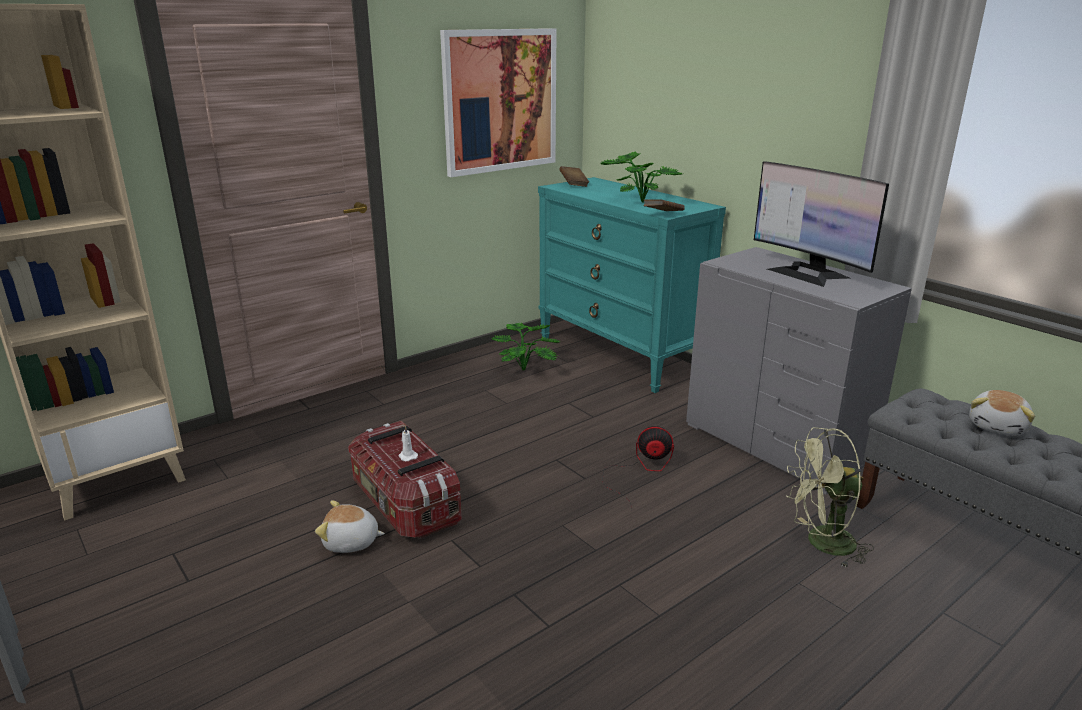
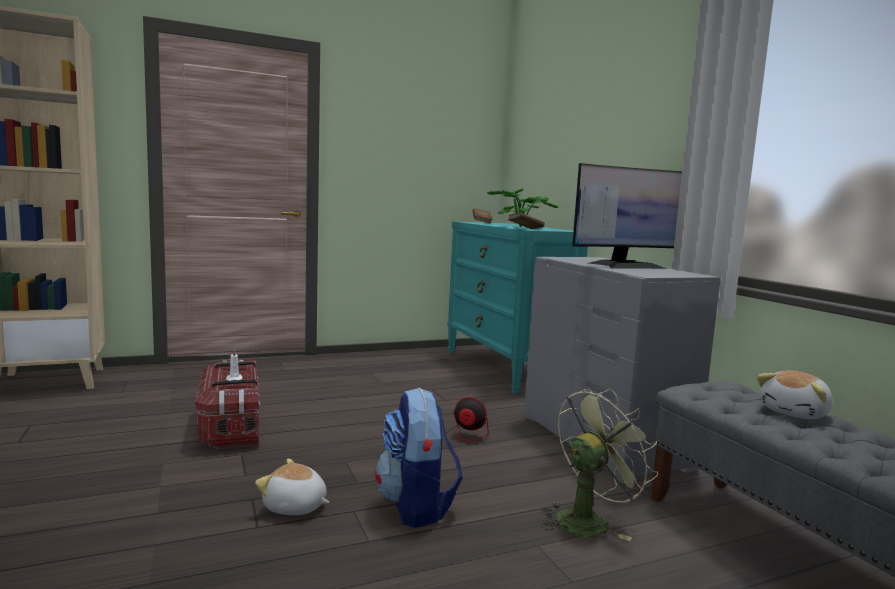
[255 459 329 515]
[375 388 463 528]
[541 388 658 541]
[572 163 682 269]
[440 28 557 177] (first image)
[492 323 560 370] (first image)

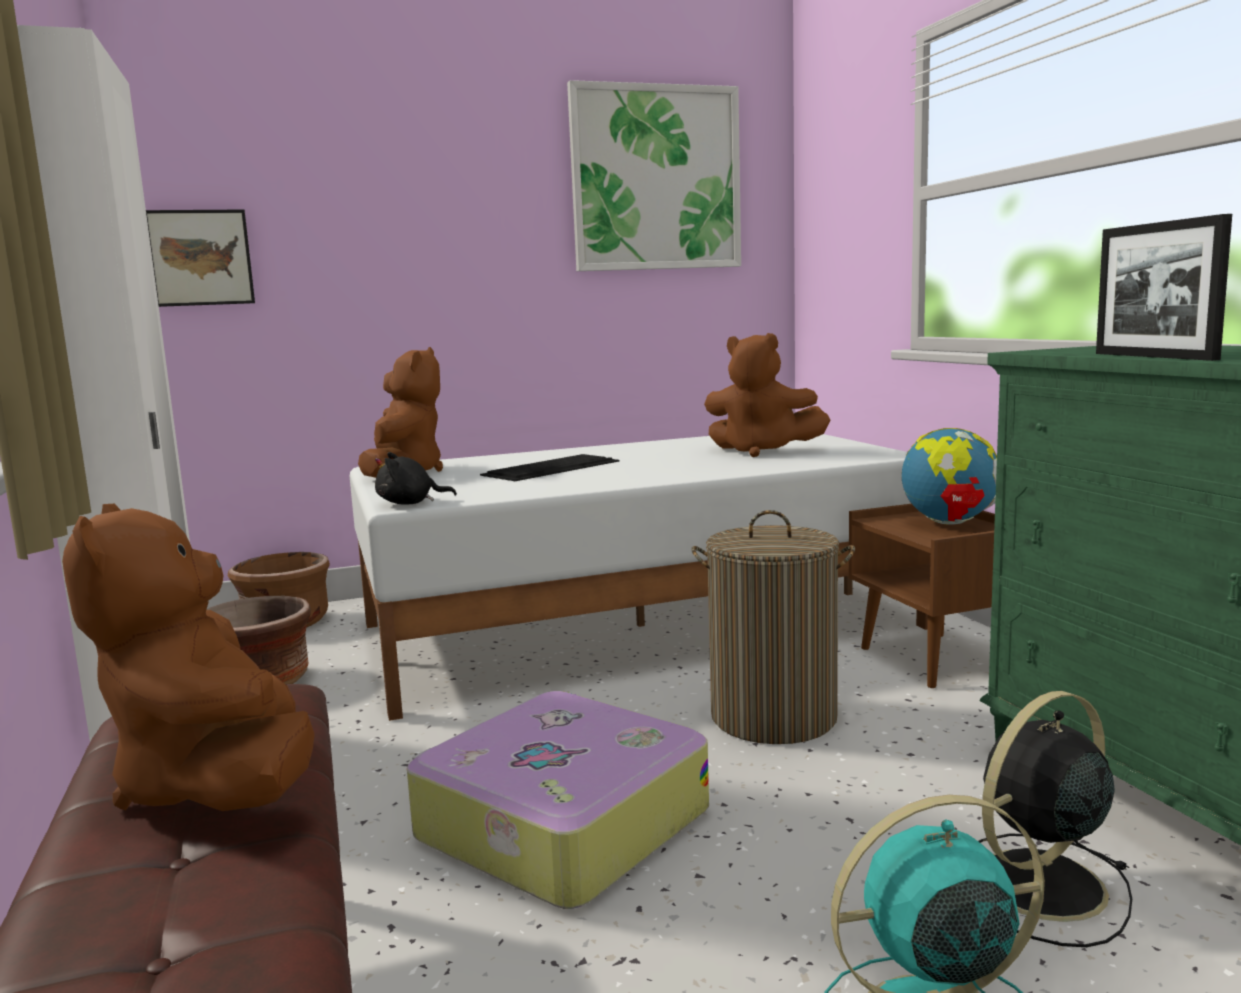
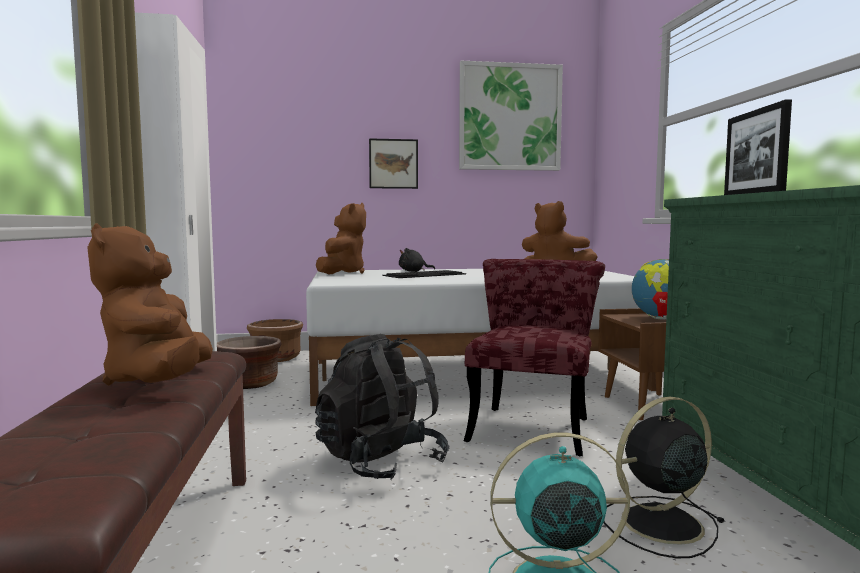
[315 334 450 480]
[369 138 418 189]
[399 248 435 272]
[464 259 605 456]

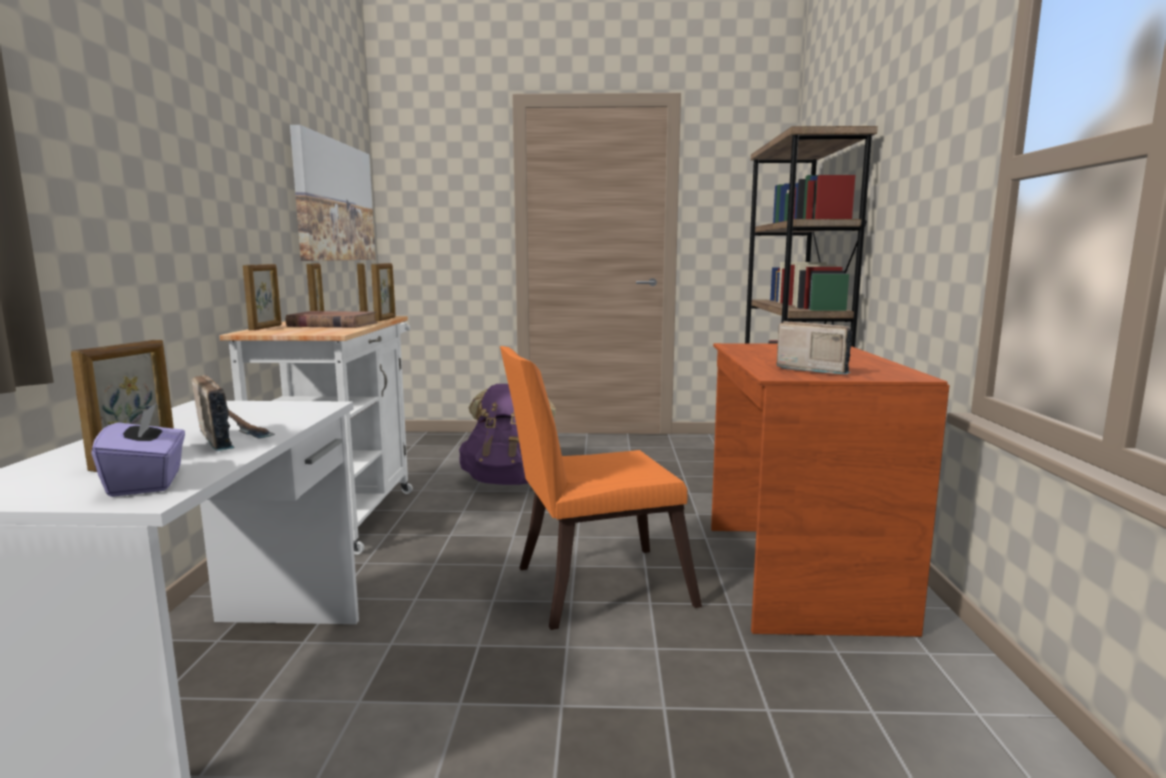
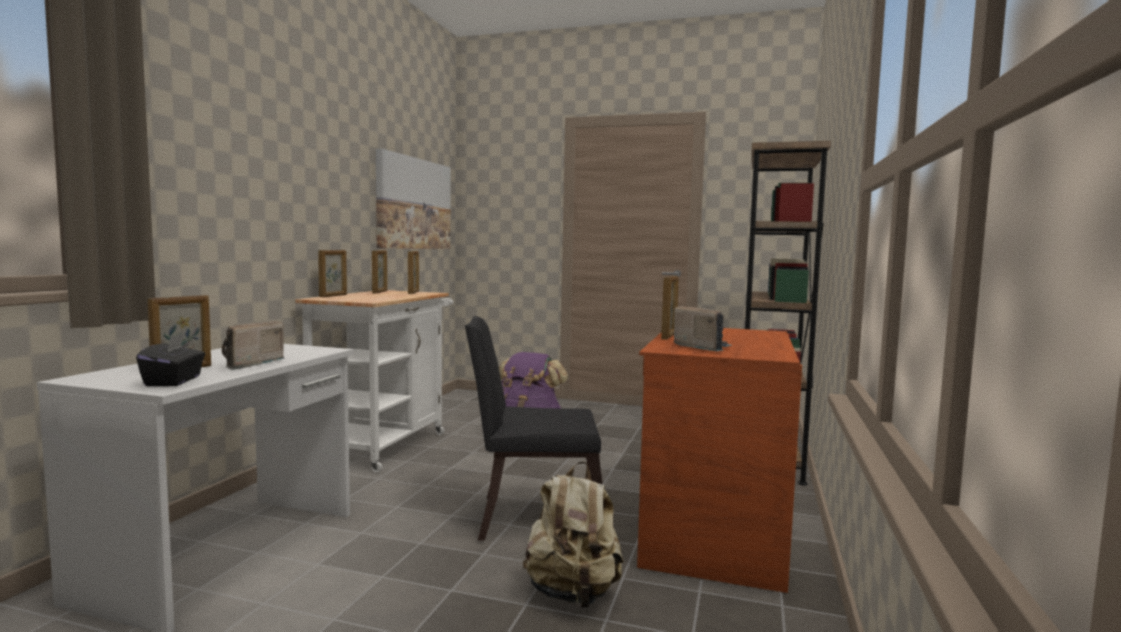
[136 333 205 386]
[222 321 284 369]
[465 316 602 541]
[523 461 624 608]
[661 276 678 340]
[285 311 378 328] (first image)

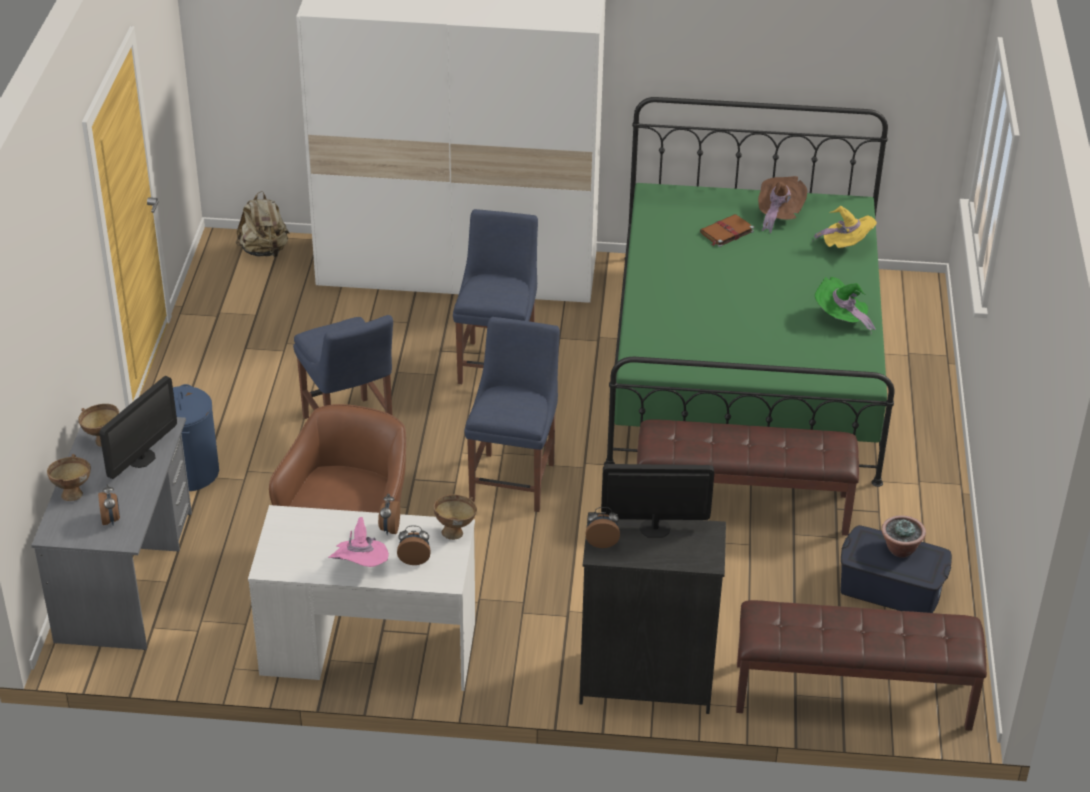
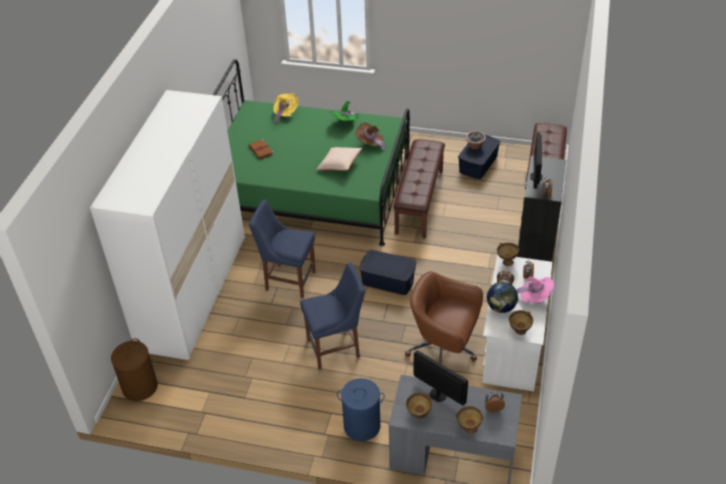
[111 338 158 401]
[316 147 362 171]
[355 123 387 151]
[360 250 416 295]
[487 282 518 313]
[509 310 533 335]

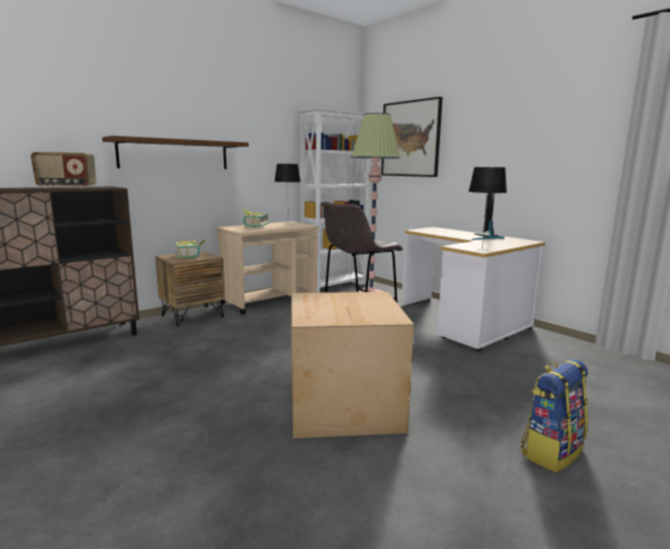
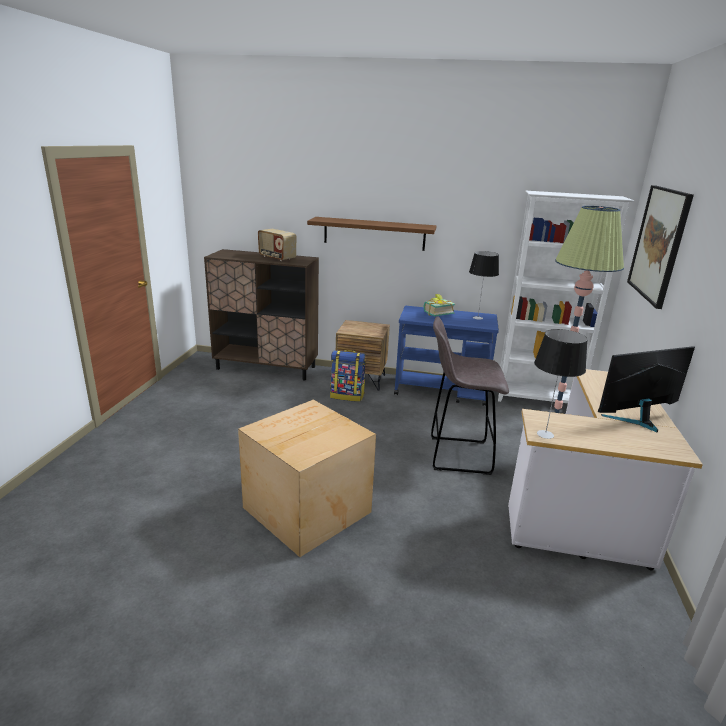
[330 350 366 402]
[394 306 499 406]
[175 240 206 259] (first image)

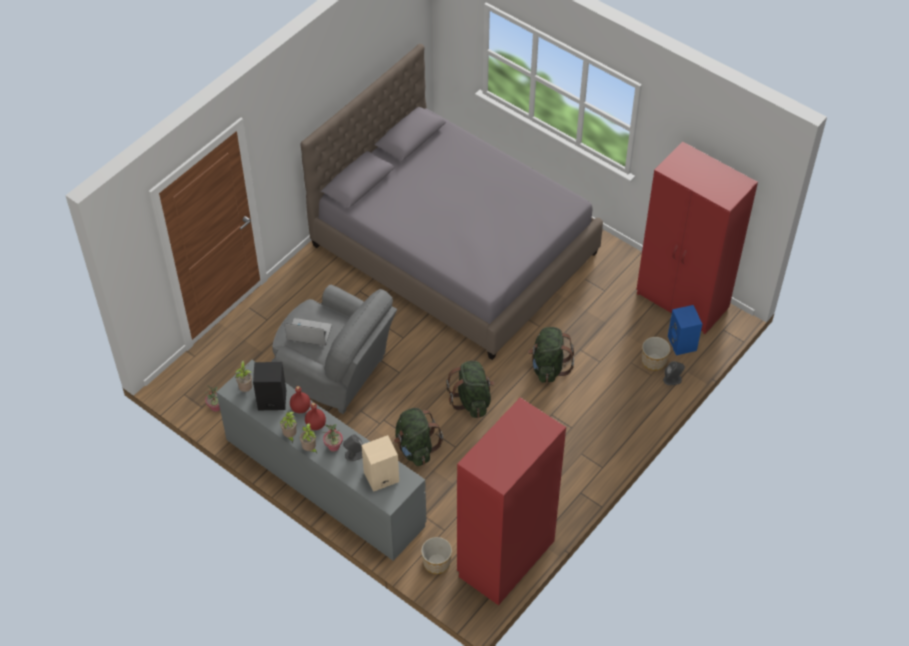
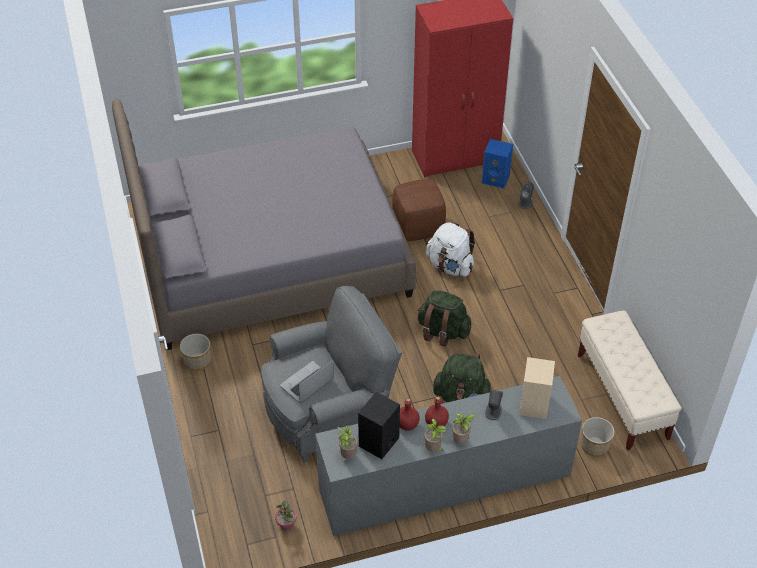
[180 334 211 371]
[393 179 446 241]
[426 222 475 277]
[578 311 682 450]
[323 424 343 452] (first image)

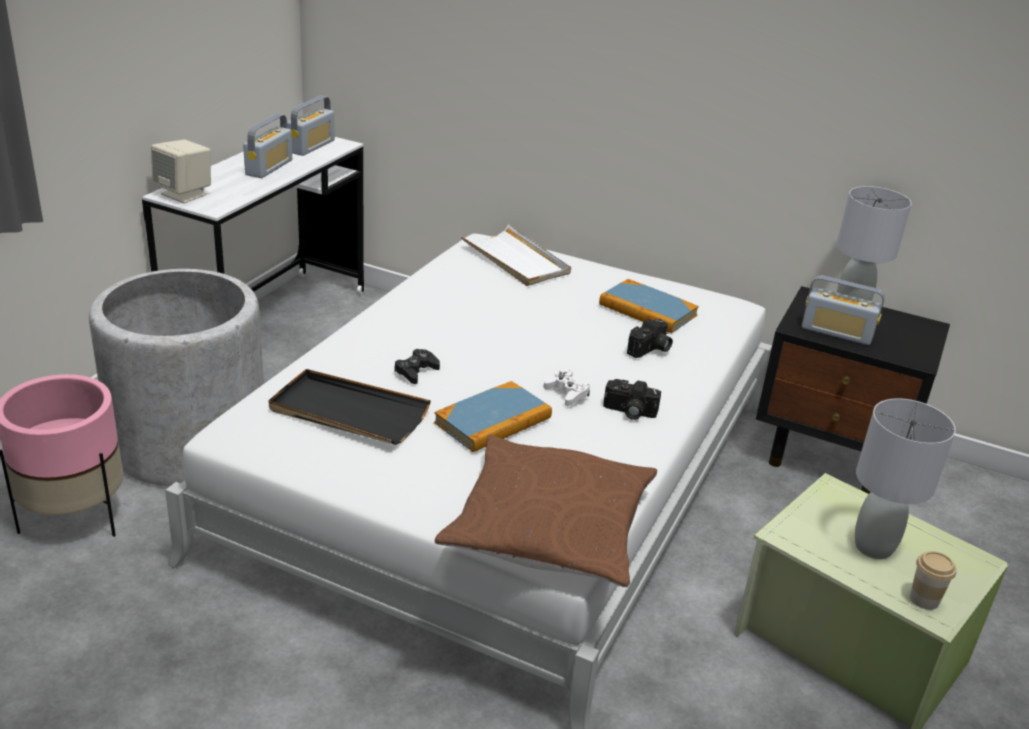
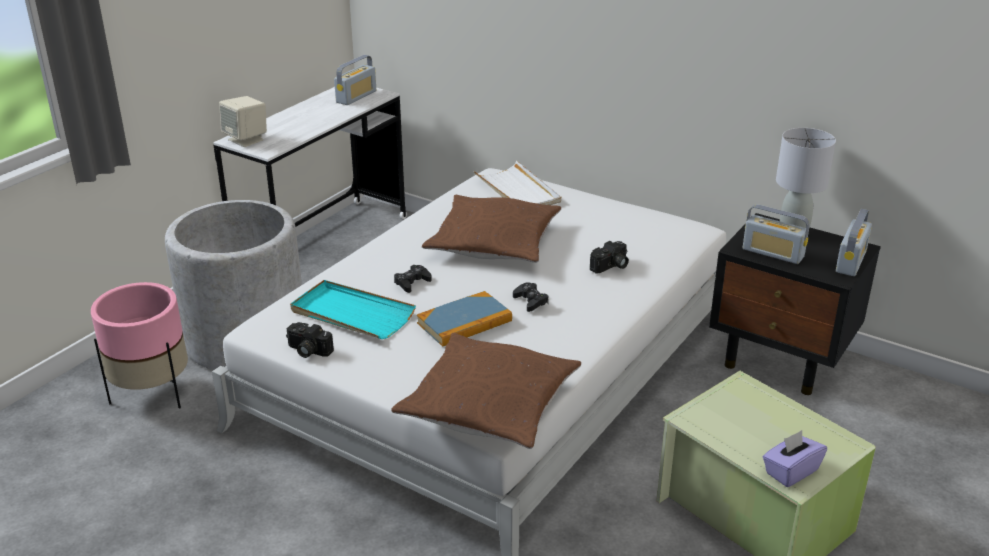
[286 322 334 358]
[290 280 416 339]
[422 195 561 263]
[513 282 549 312]
[763 430 827 487]
[836 209 872 276]
[599 279 699 334] (first image)
[855 398 956 559] (first image)

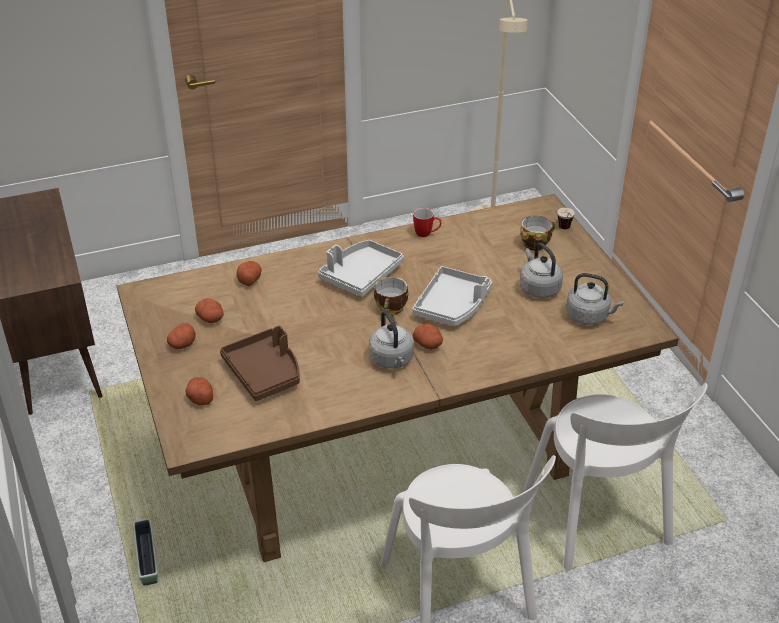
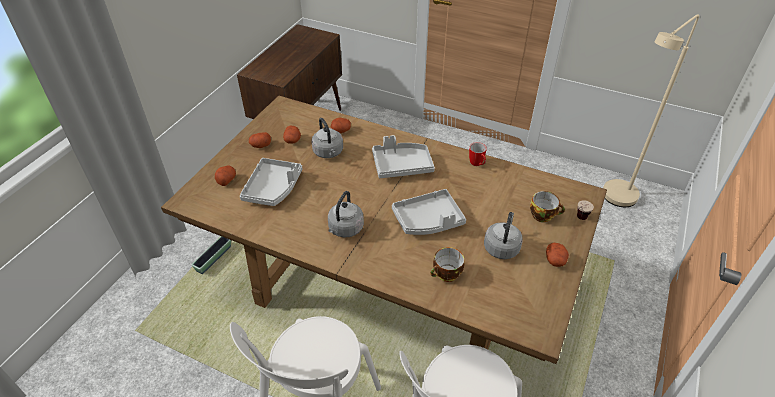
[240 158 302 206]
[311 118 343 158]
[430 247 464 282]
[546 243 569 267]

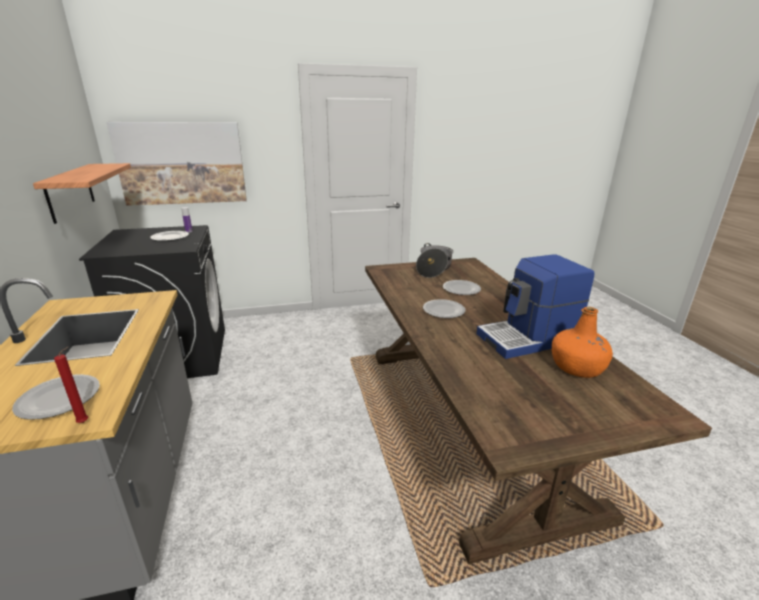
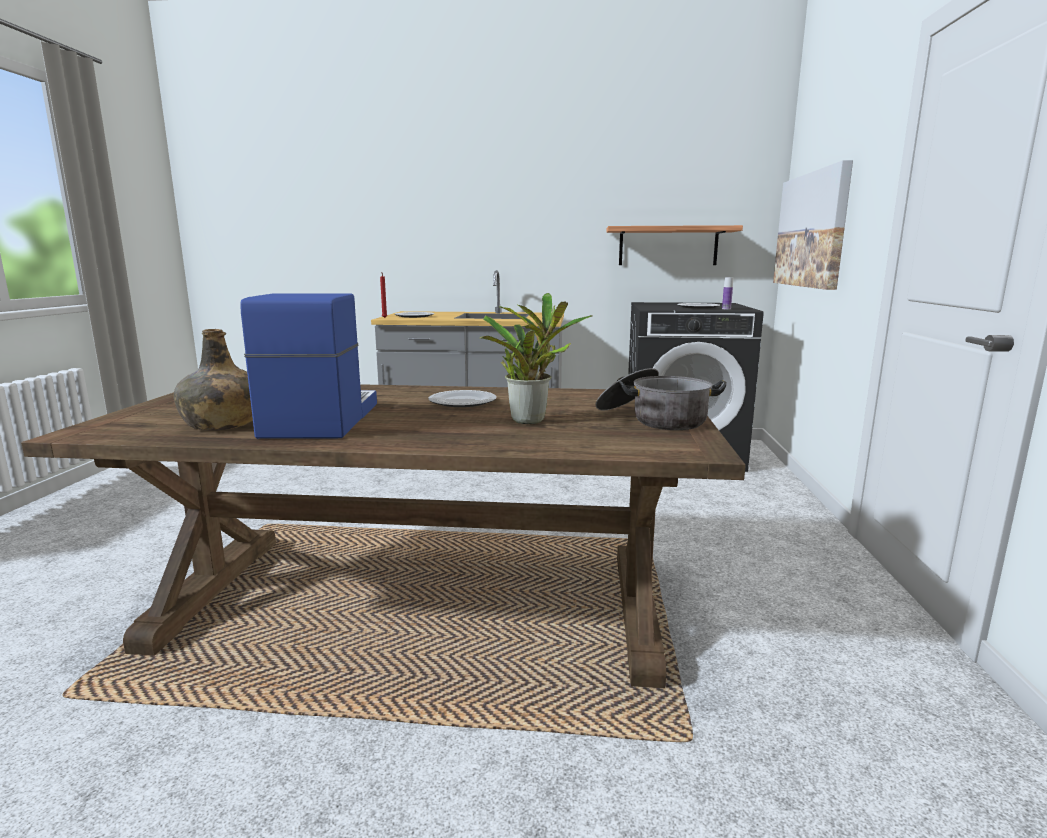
[174 329 253 431]
[480 293 593 424]

